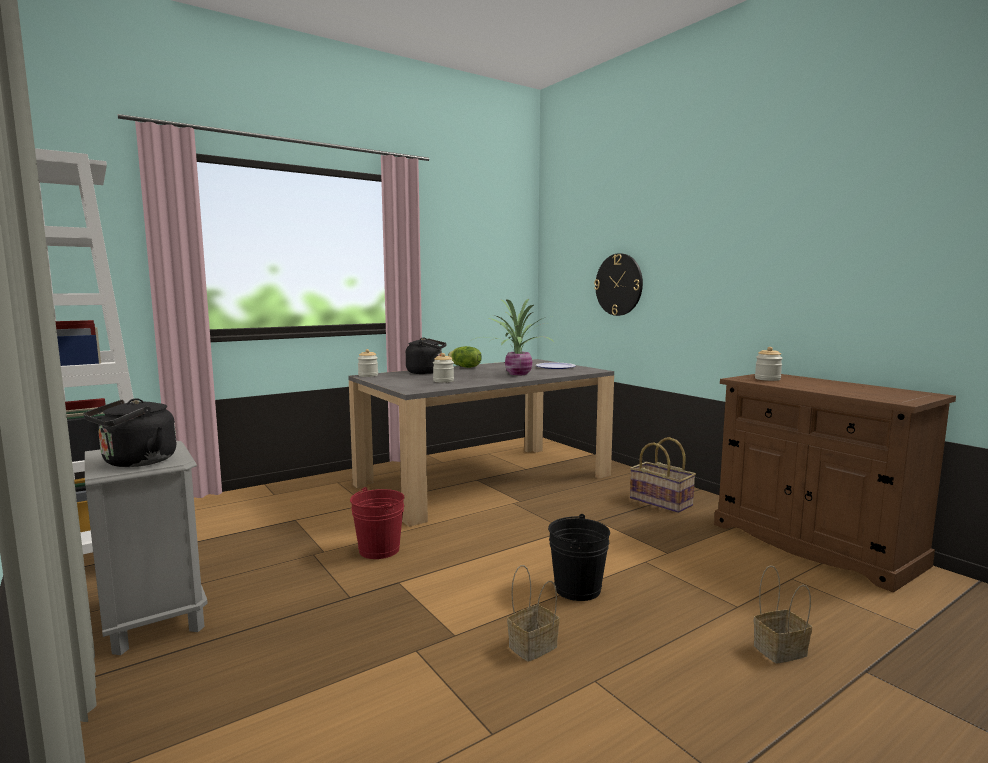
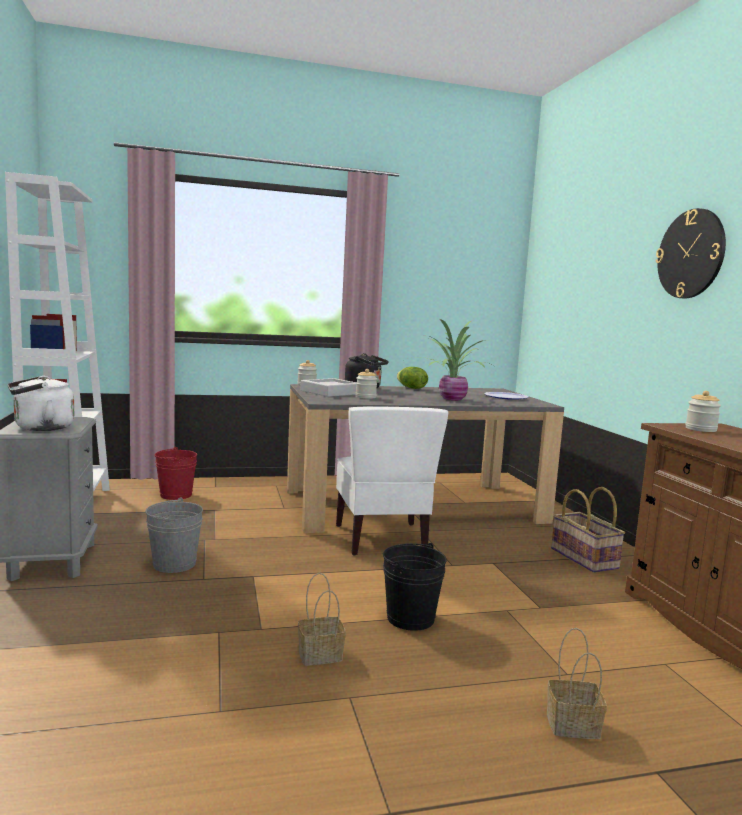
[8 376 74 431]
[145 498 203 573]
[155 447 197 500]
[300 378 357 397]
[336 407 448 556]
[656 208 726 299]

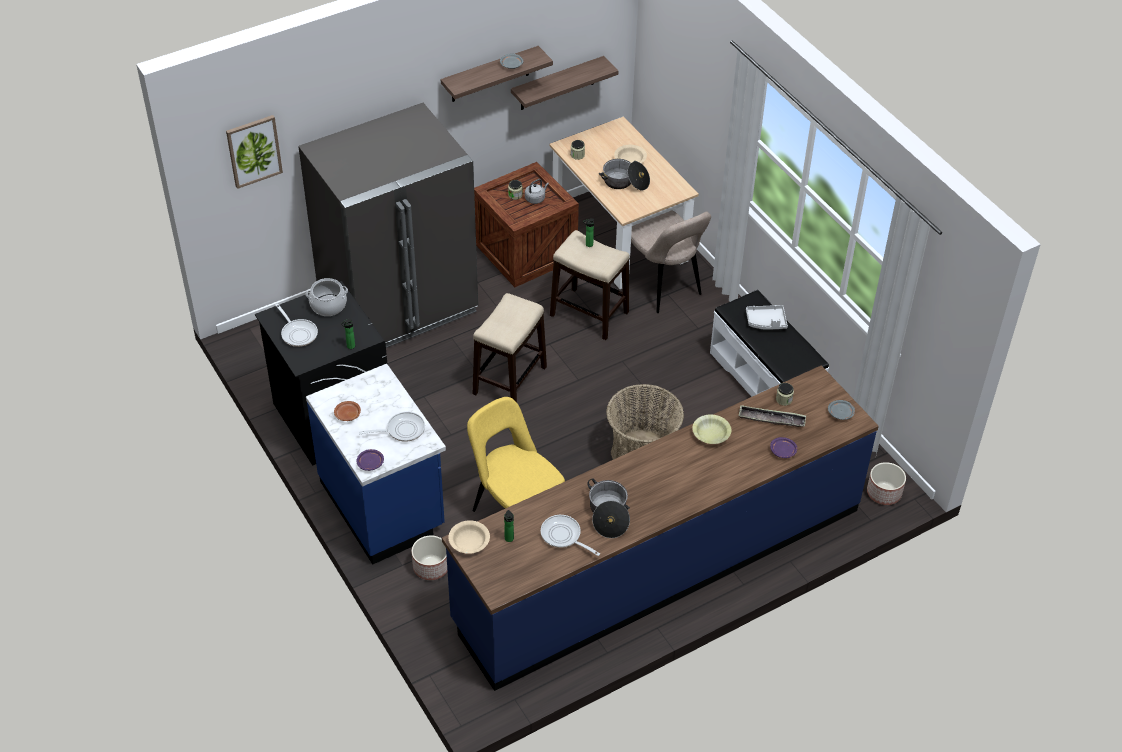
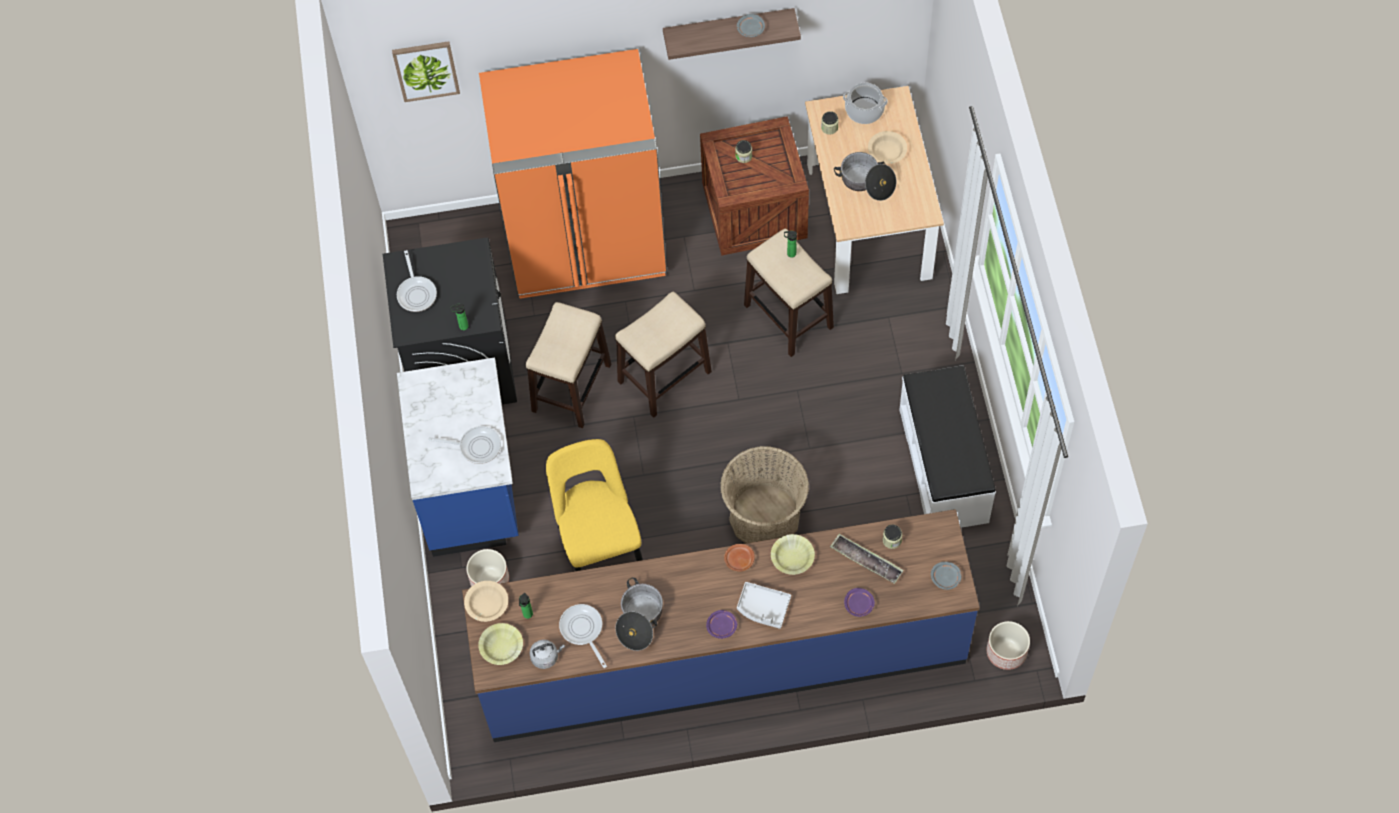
[478 623 523 665]
[479 49 667 299]
[526 302 611 428]
[529 640 565 669]
[706 610 737 639]
[724 544 755 572]
[737 582 791 629]
[843 82 888 124]
[511 56 618 110] (first image)
[631 210 711 313] (first image)

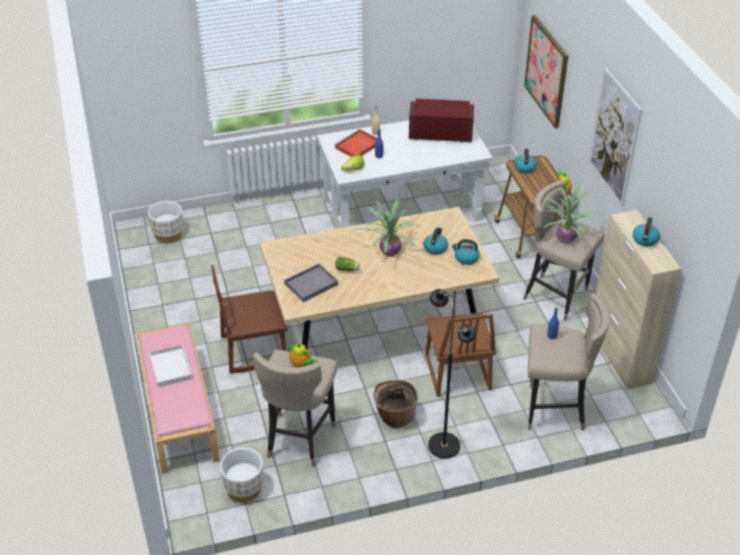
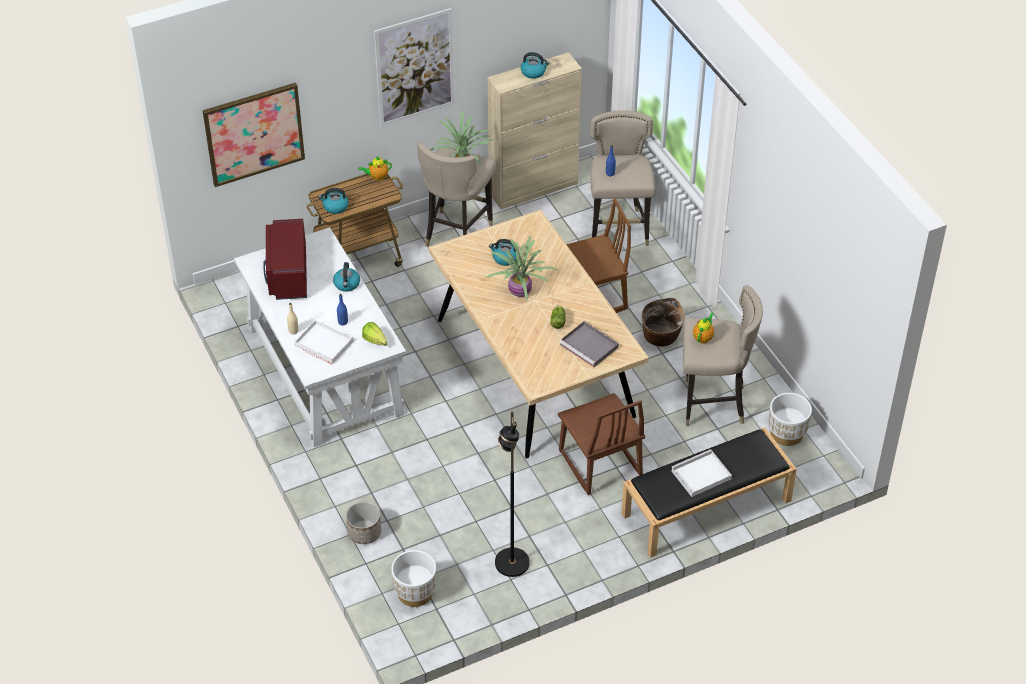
[294 320 354 364]
[333 262 360 292]
[346 501 381 544]
[495 411 530 577]
[622 427 797 558]

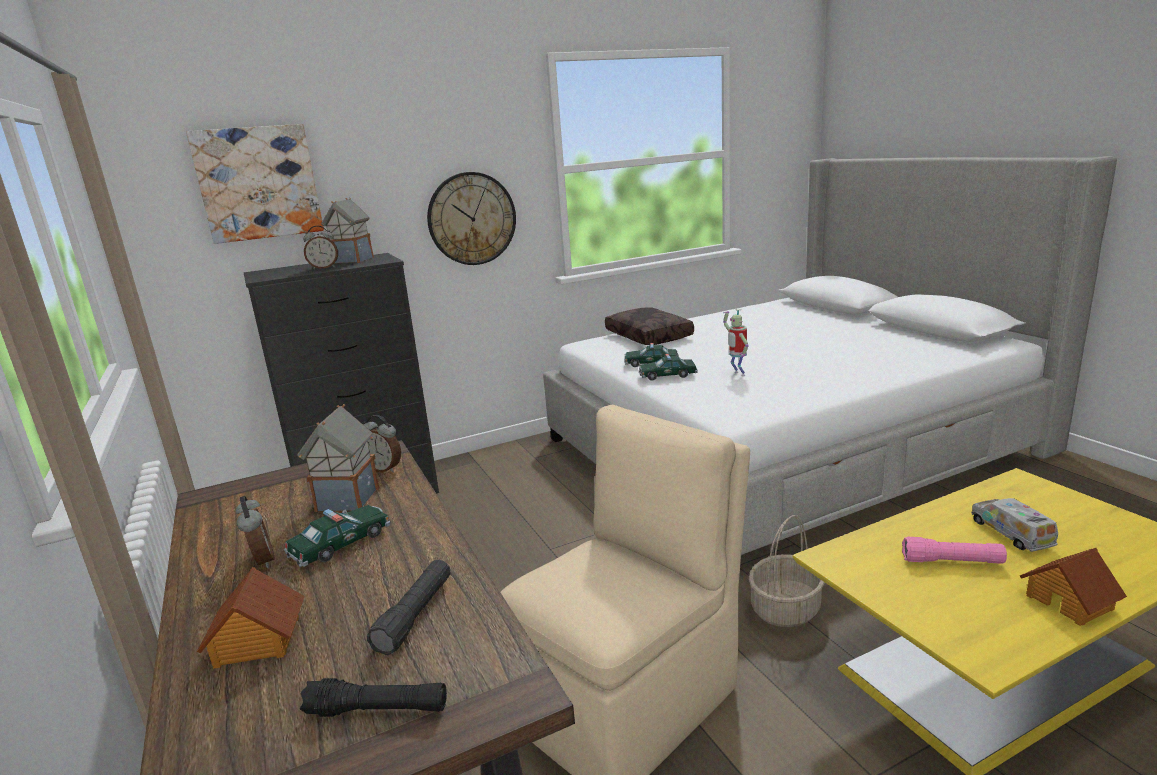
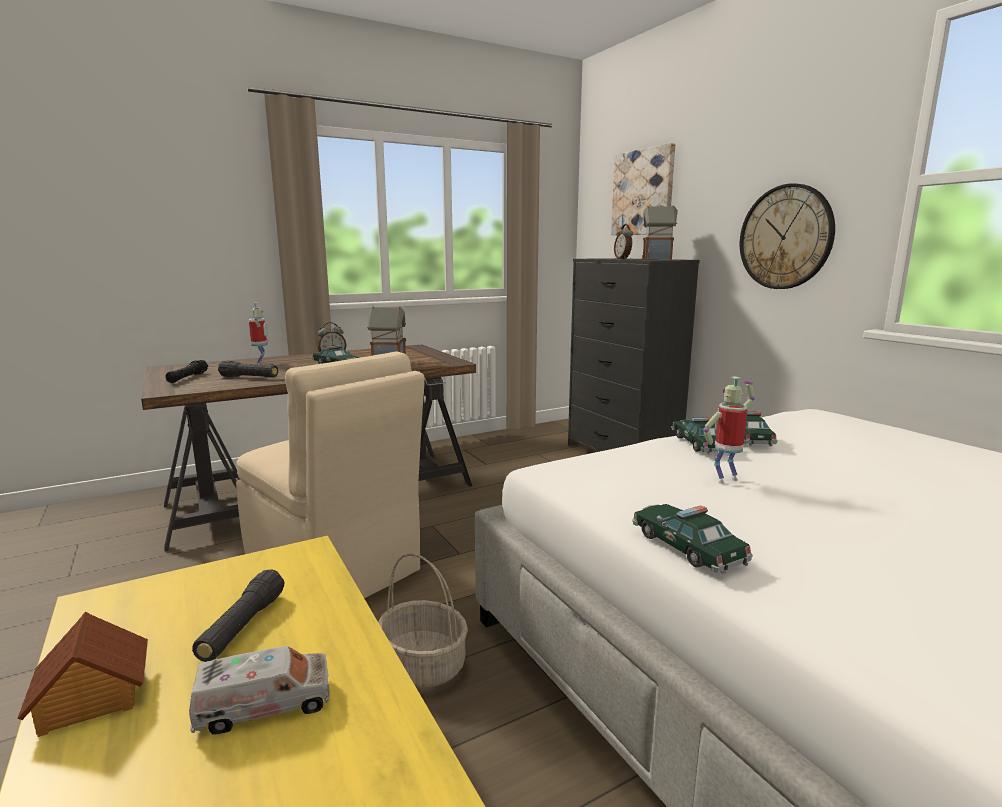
[192 570 284 662]
[249 302 268 365]
[632 504 753 574]
[364 415 401 473] (first image)
[605 307 694 345] (first image)

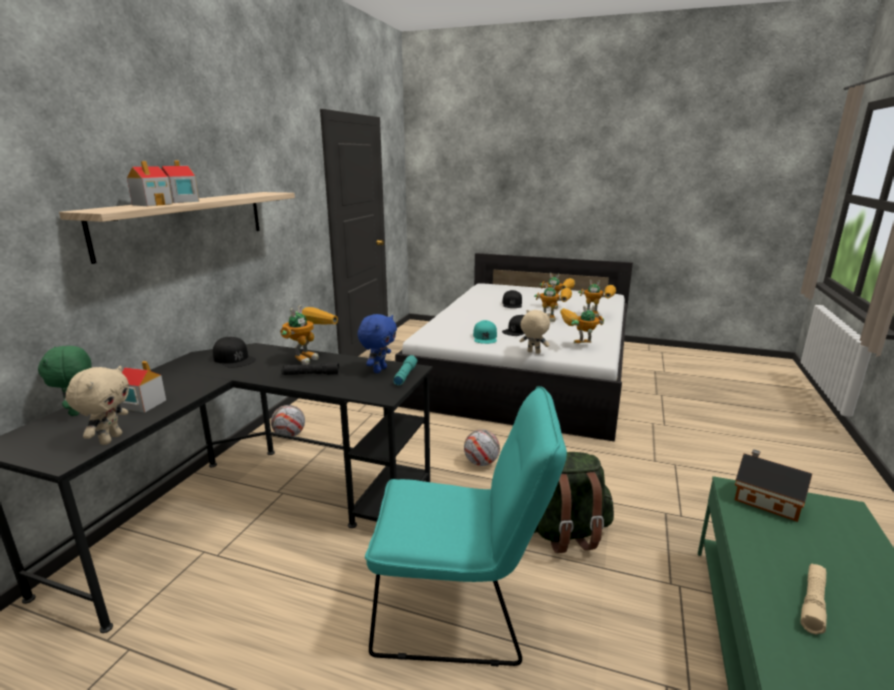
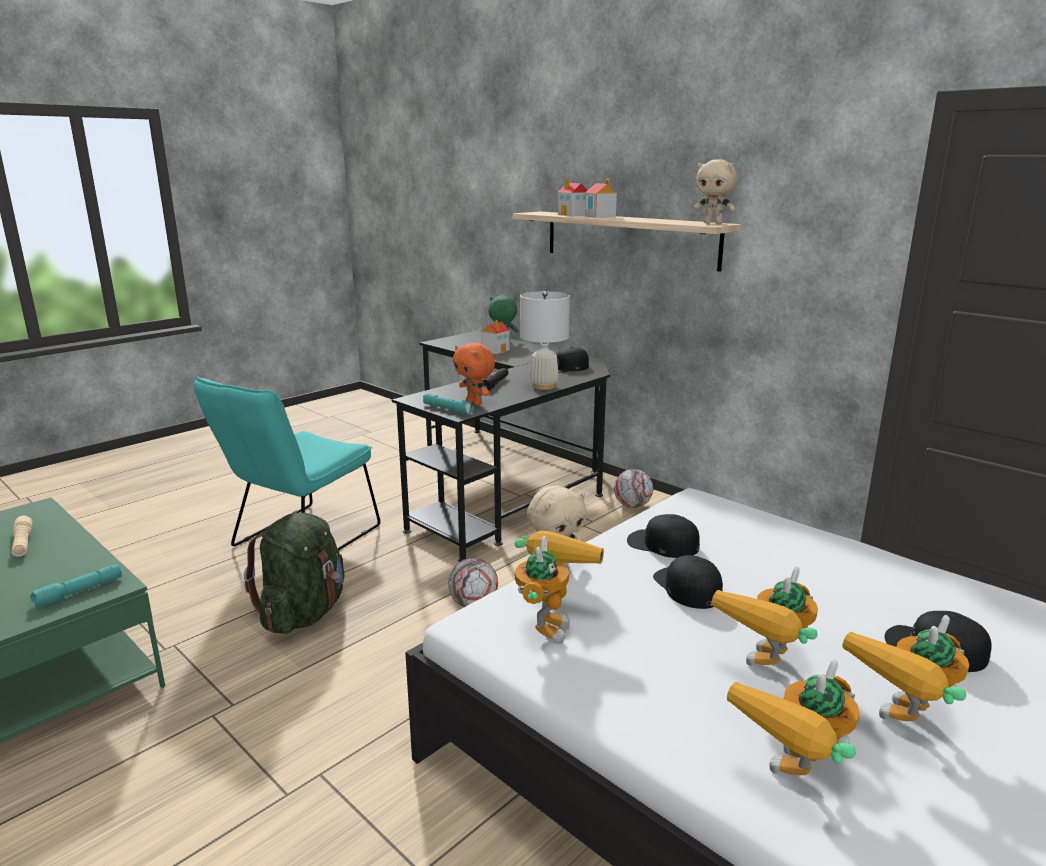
[30 564 122 608]
[453 343 495 406]
[520 291 570 390]
[627 514 700 558]
[694 159 737 224]

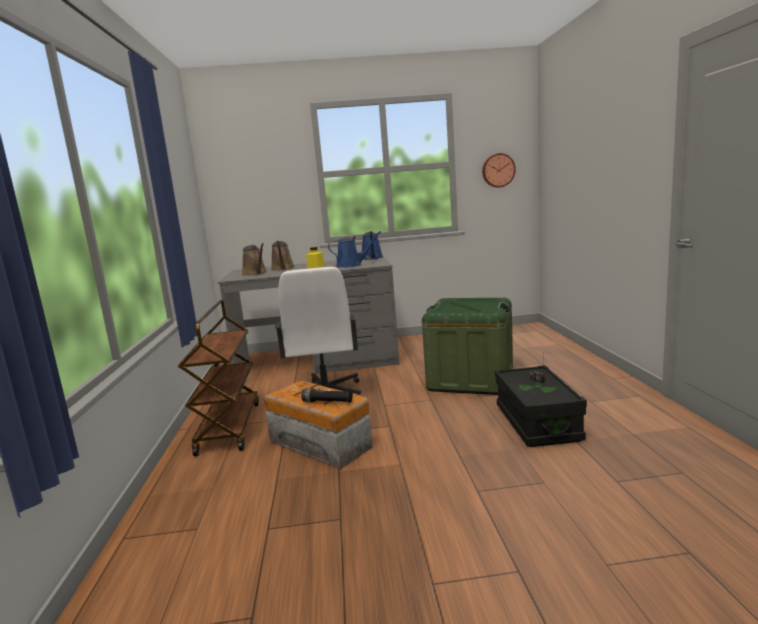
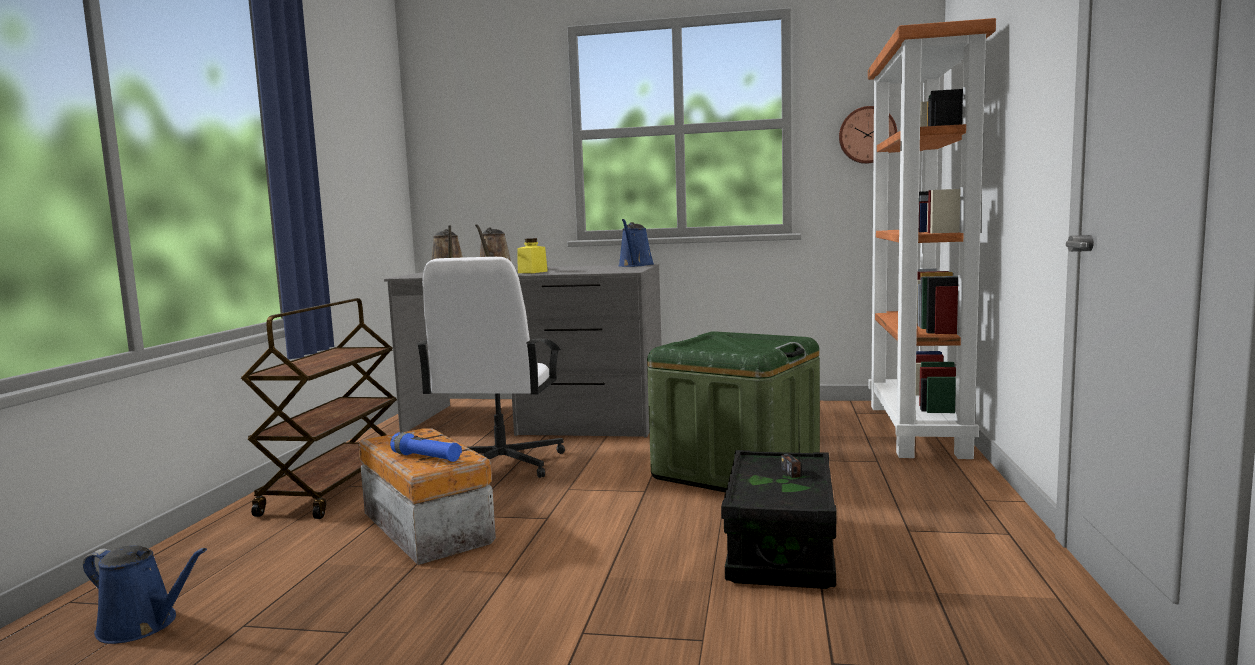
[83 545 207 644]
[390 432 462 462]
[868 18 996 459]

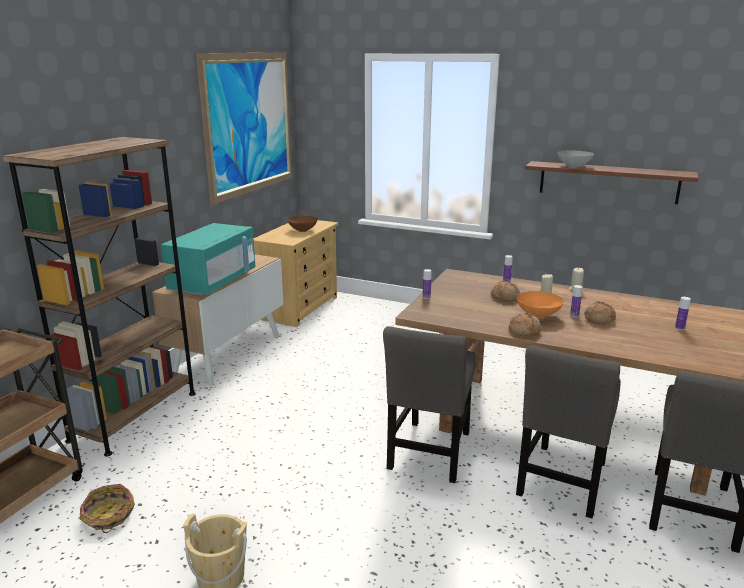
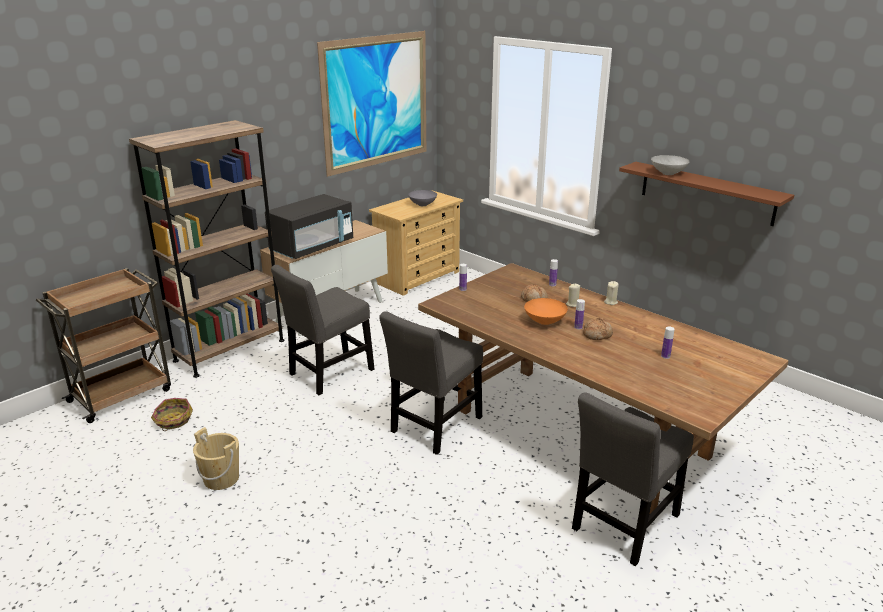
[265 194 353 259]
[271 265 374 395]
[408 190 437 206]
[508 313 542 336] (first image)

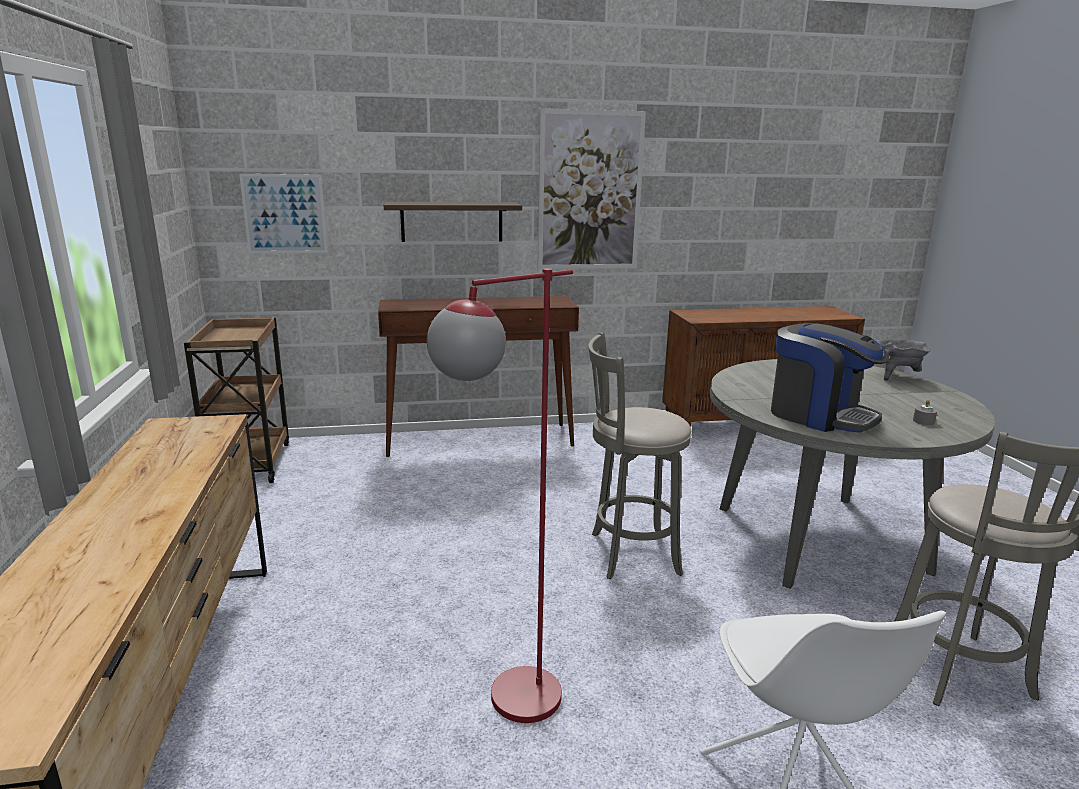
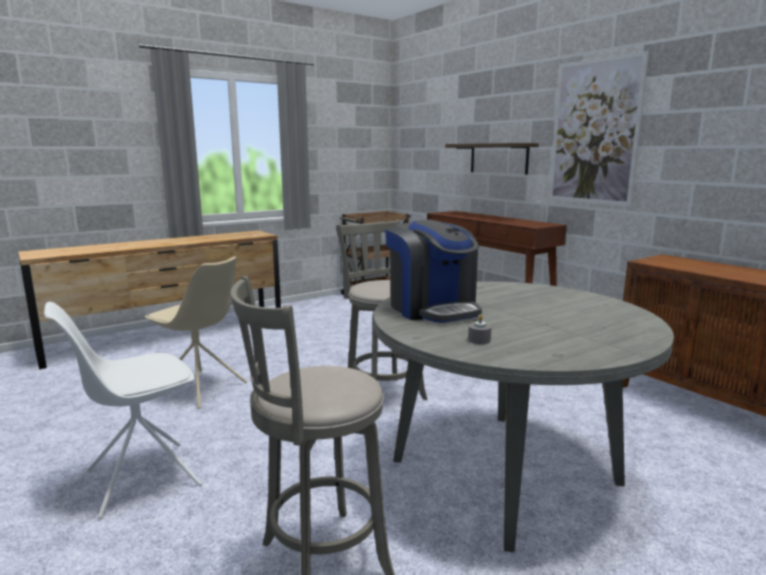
[144 256 247 409]
[385 219 482 323]
[239 174 328 253] (first image)
[876 339 931 381] (first image)

